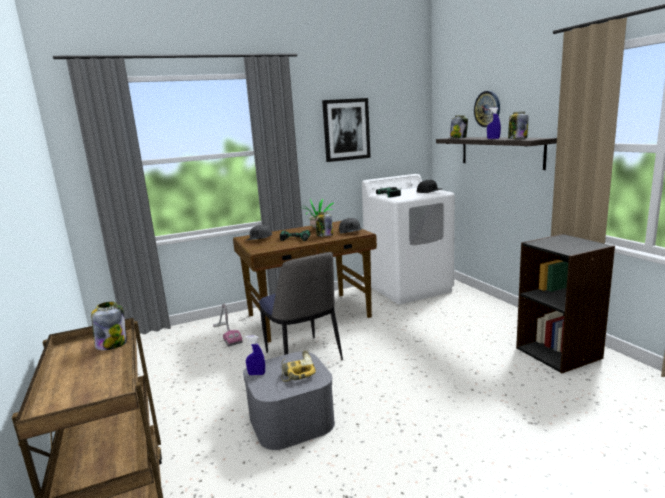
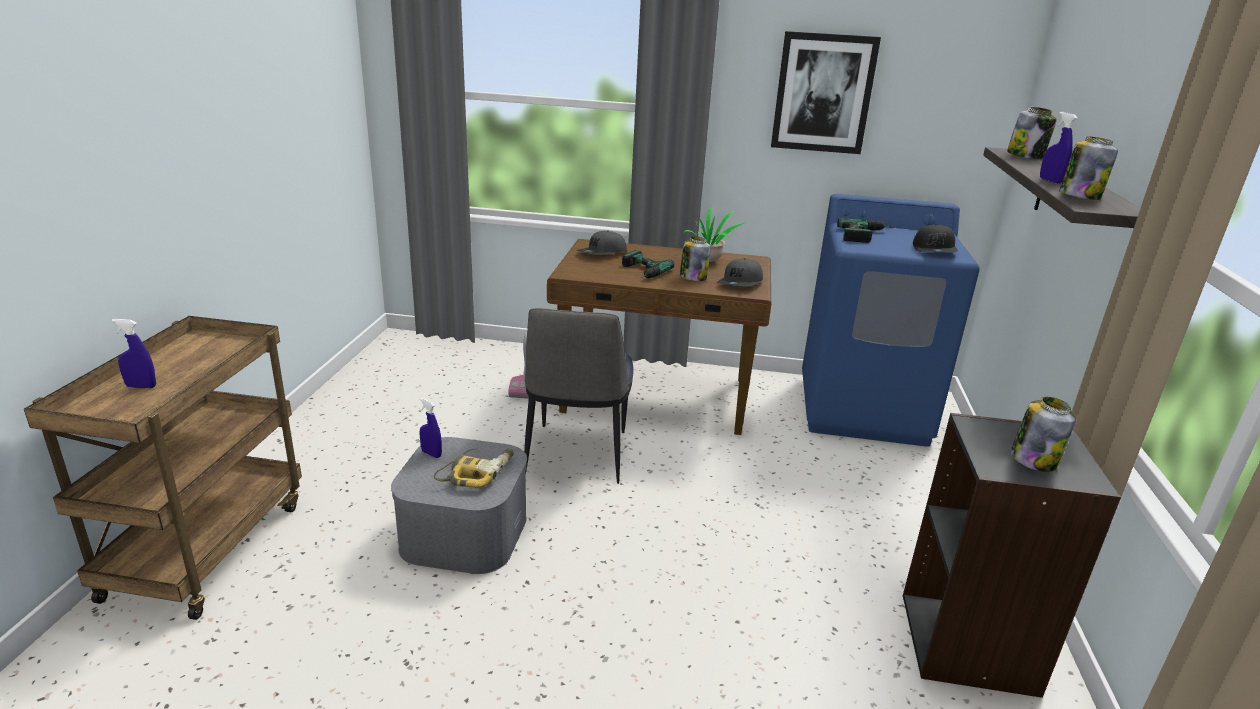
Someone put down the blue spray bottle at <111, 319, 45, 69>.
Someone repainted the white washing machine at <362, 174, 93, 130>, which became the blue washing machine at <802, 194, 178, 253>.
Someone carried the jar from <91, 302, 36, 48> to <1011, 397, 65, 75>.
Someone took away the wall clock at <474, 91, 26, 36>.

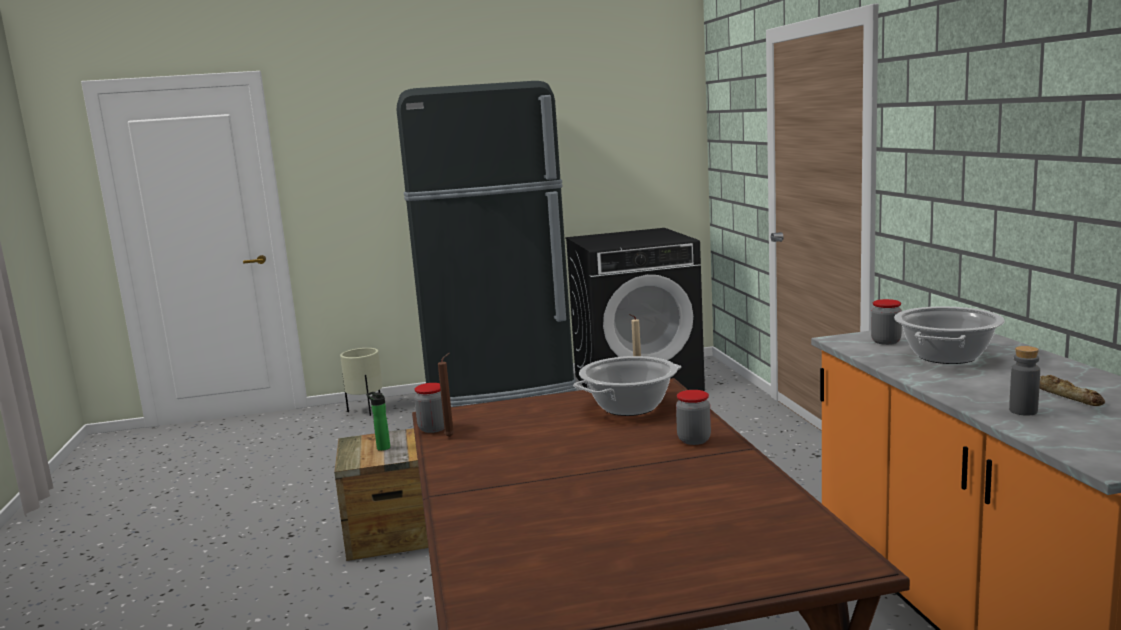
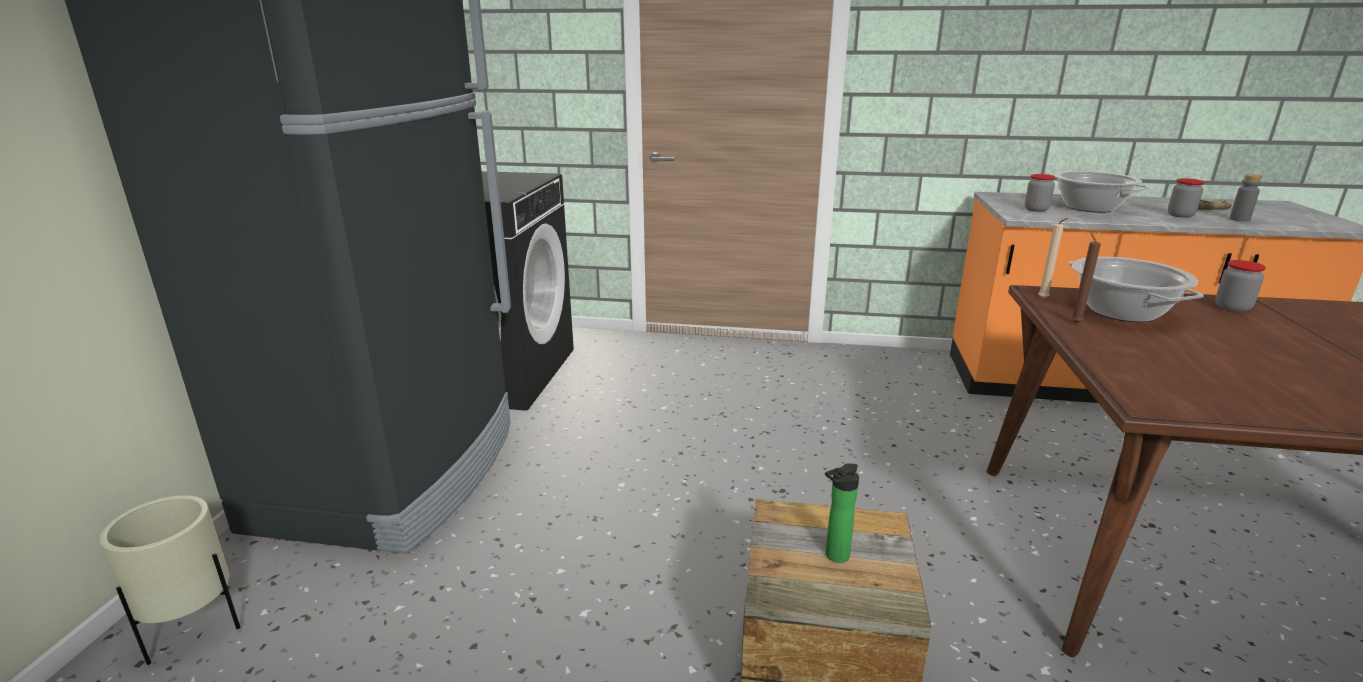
Someone carried the brown candle from <438, 353, 17, 84> to <1071, 231, 30, 92>.
Someone carried the jar from <414, 383, 30, 50> to <1168, 178, 36, 40>.

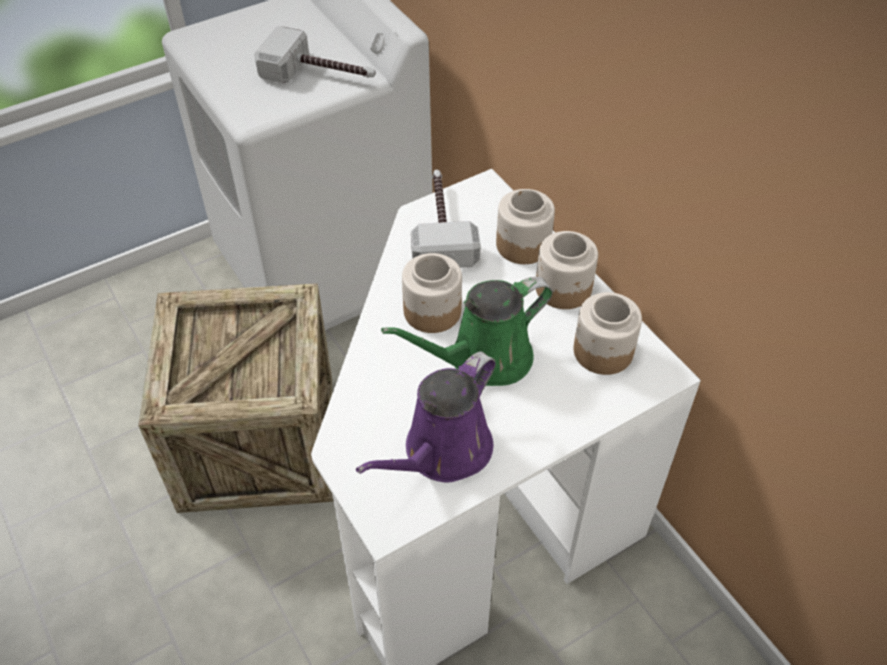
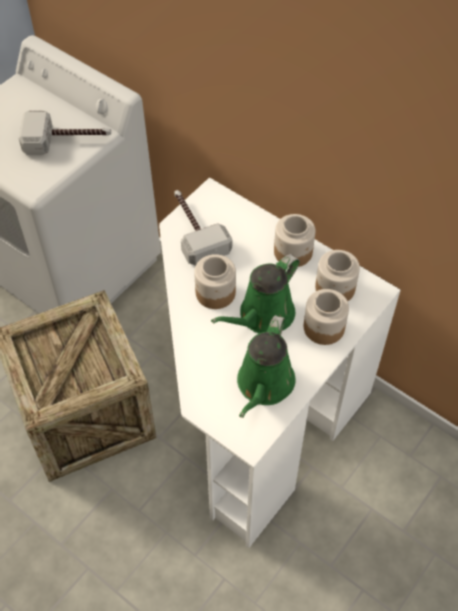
Someone repainted the purple watering can at <356, 351, 140, 131>, which became the green watering can at <237, 315, 59, 103>.
Someone carried the jar from <496, 189, 59, 75> to <304, 289, 45, 56>.

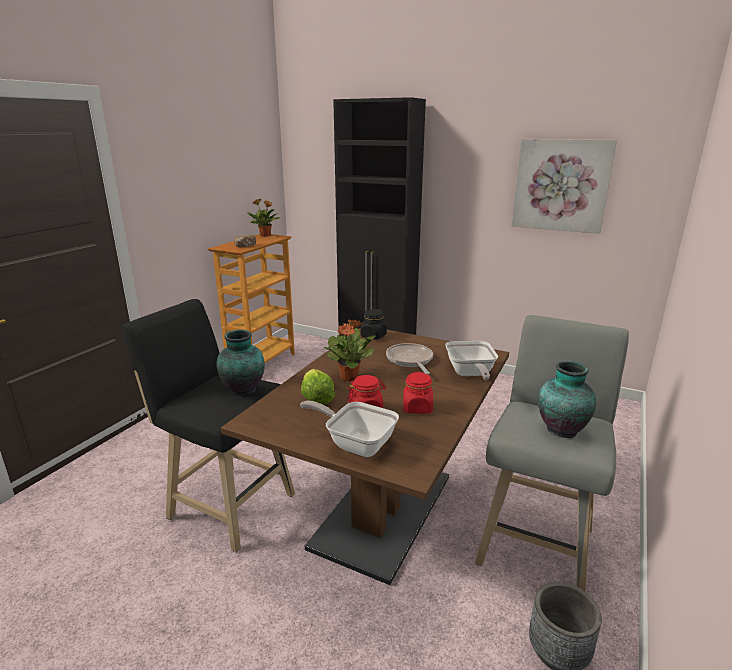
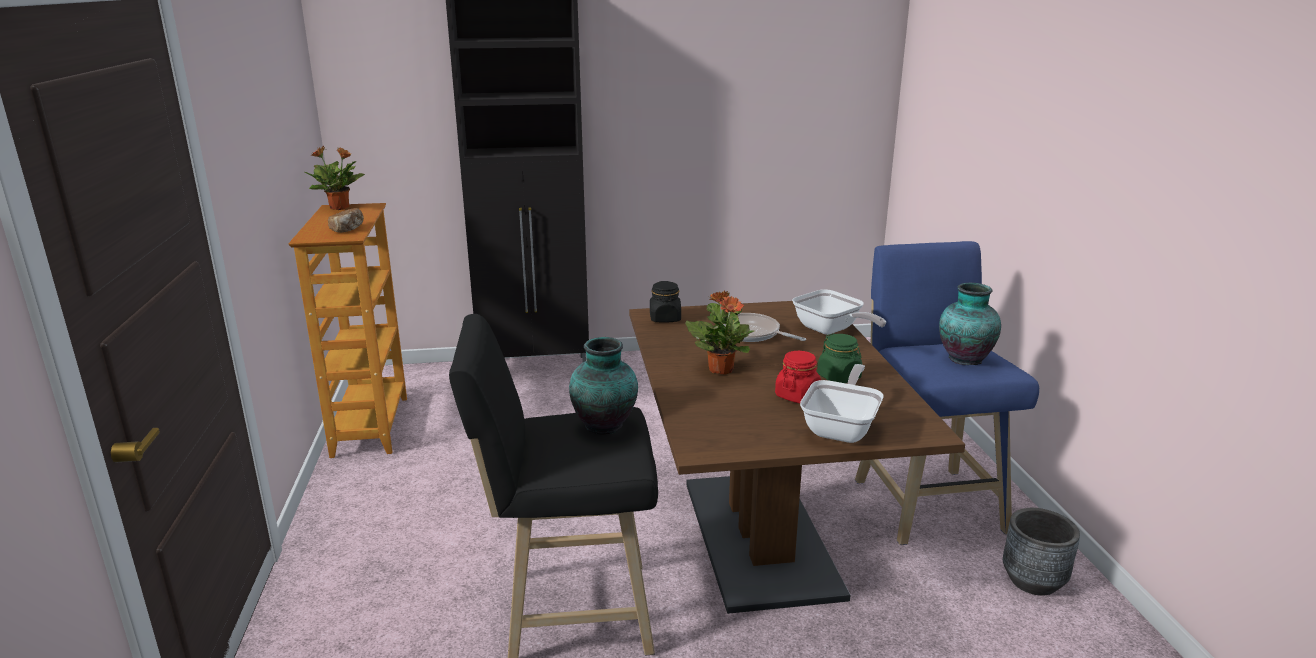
Someone rotated the frying pan at <300, 401, 99, 56> by 120 degrees clockwise.
Someone repainted the red jar at <403, 372, 30, 42>, which became the green jar at <817, 333, 45, 50>.
Someone repainted the grey stool at <475, 315, 154, 277>, which became the blue stool at <855, 241, 184, 304>.
Someone took away the lettuce at <301, 369, 34, 36>.
Someone took away the picture at <512, 139, 105, 95>.

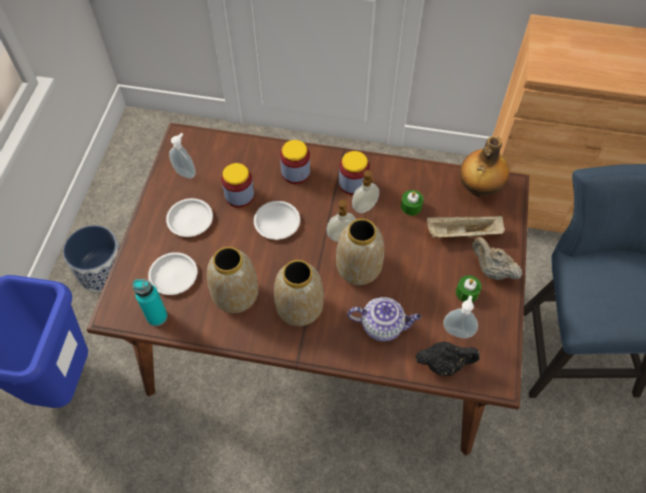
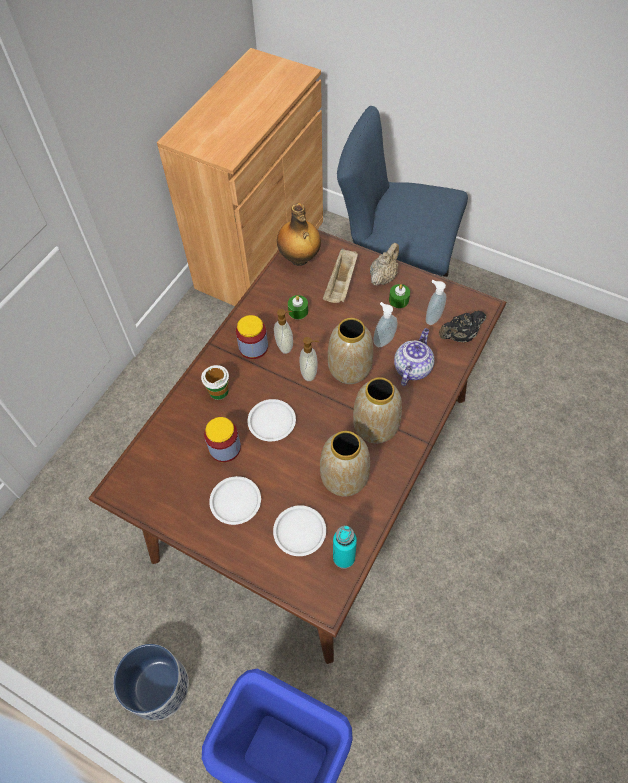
Someone swapped the jar at <280, 140, 30, 44> for the cup at <201, 365, 28, 35>.
Someone rotated the beige teapot at <472, 237, 50, 43> by 150 degrees clockwise.
Someone carried the soap dispenser from <169, 133, 27, 46> to <373, 302, 24, 45>.
Someone rotated the black teapot at <416, 342, 64, 34> by 135 degrees counterclockwise.

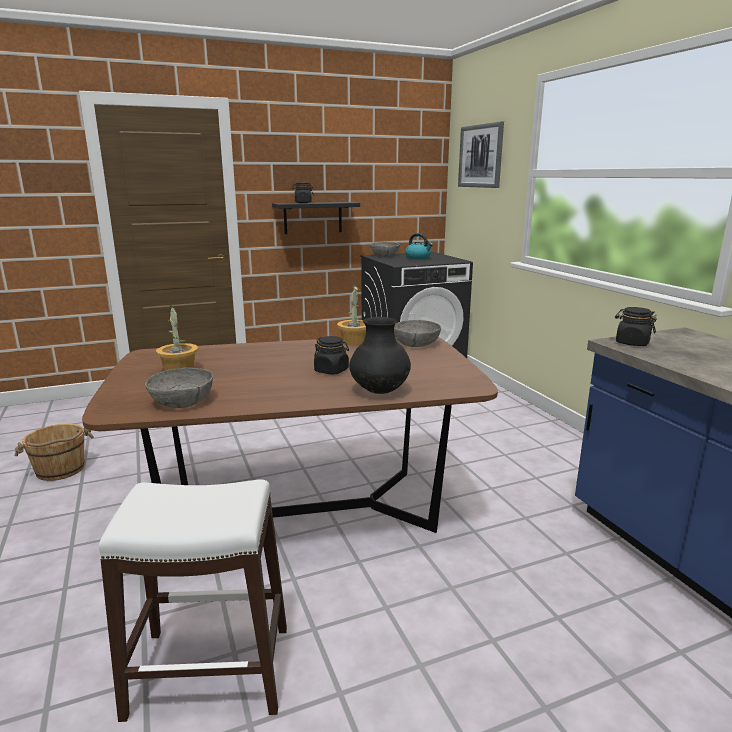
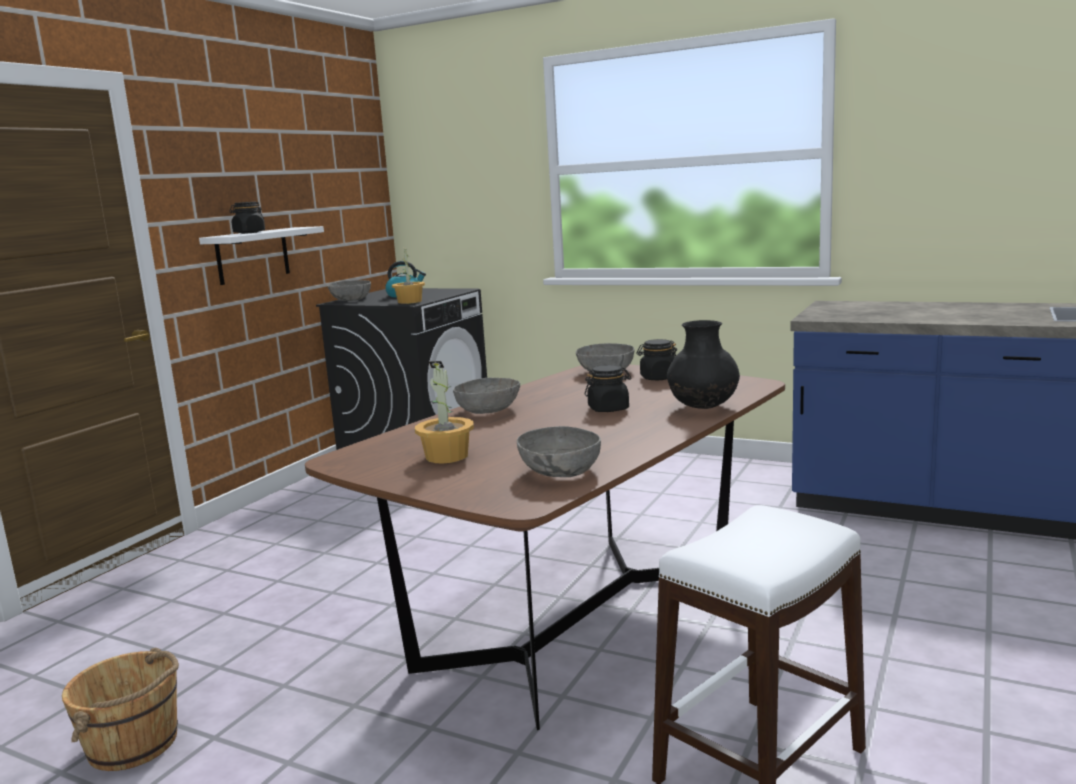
Someone repainted the black shelf at <272, 202, 88, 32>, which became the white shelf at <199, 226, 125, 59>.
Someone carried the potted plant from <337, 285, 29, 61> to <392, 249, 33, 55>.
Someone put down the grey bowl at <453, 378, 67, 36>.
Someone carried the black jar from <615, 307, 42, 39> to <636, 339, 41, 41>.
Someone took away the picture at <458, 121, 46, 67>.

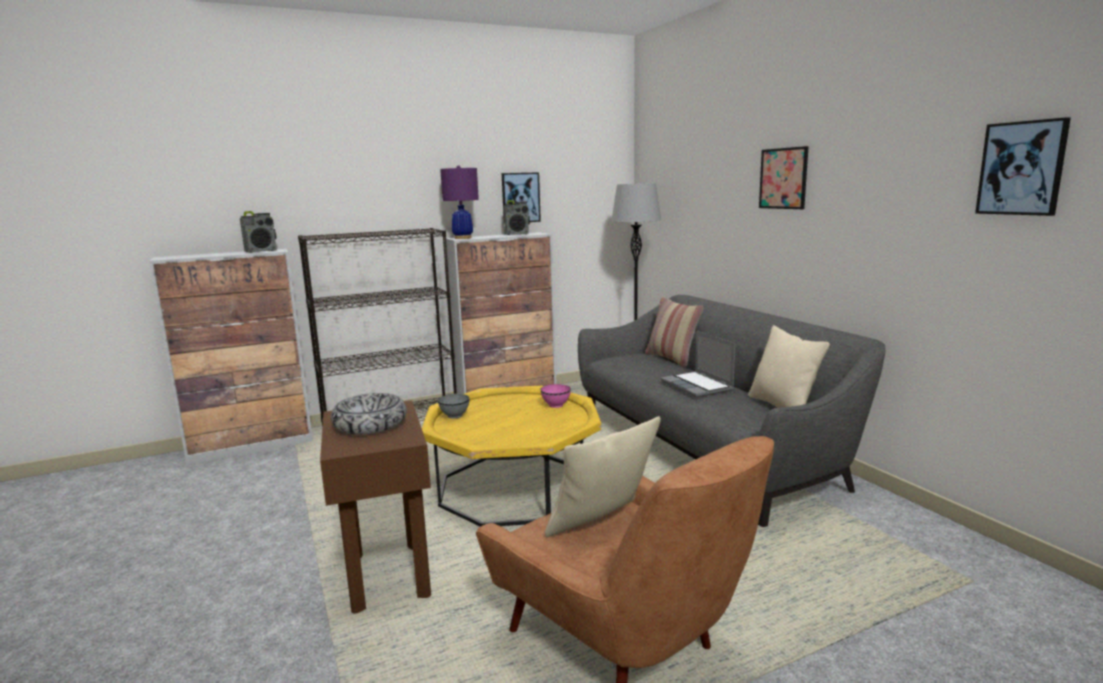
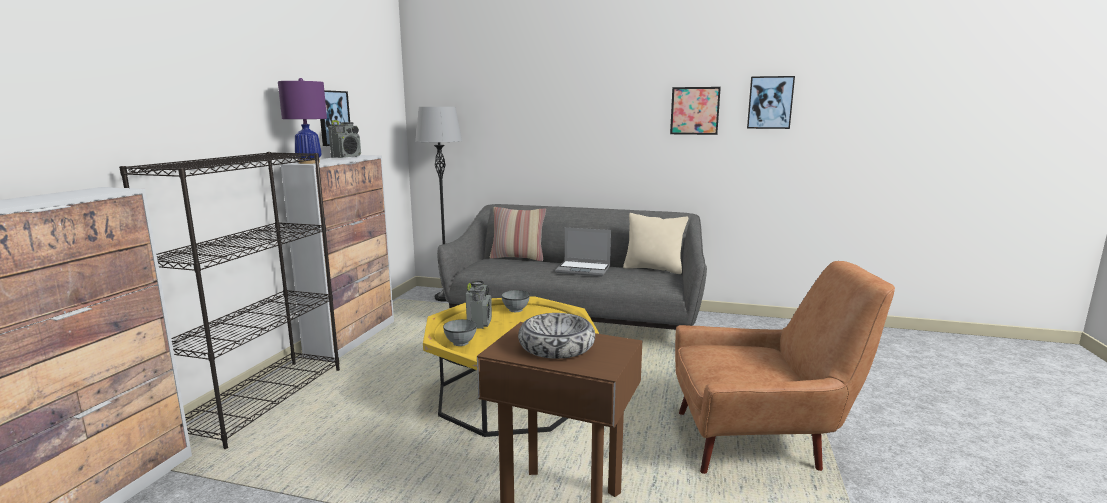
Someone carried the radio from <240, 211, 36, 42> to <466, 280, 26, 49>.
Someone repainted the pink bowl at <541, 384, 30, 24>, which became the grey bowl at <501, 290, 29, 22>.
Someone carried the picture from <759, 146, 50, 63> to <670, 87, 51, 48>.
Someone took away the beige pillow at <545, 416, 116, 121>.

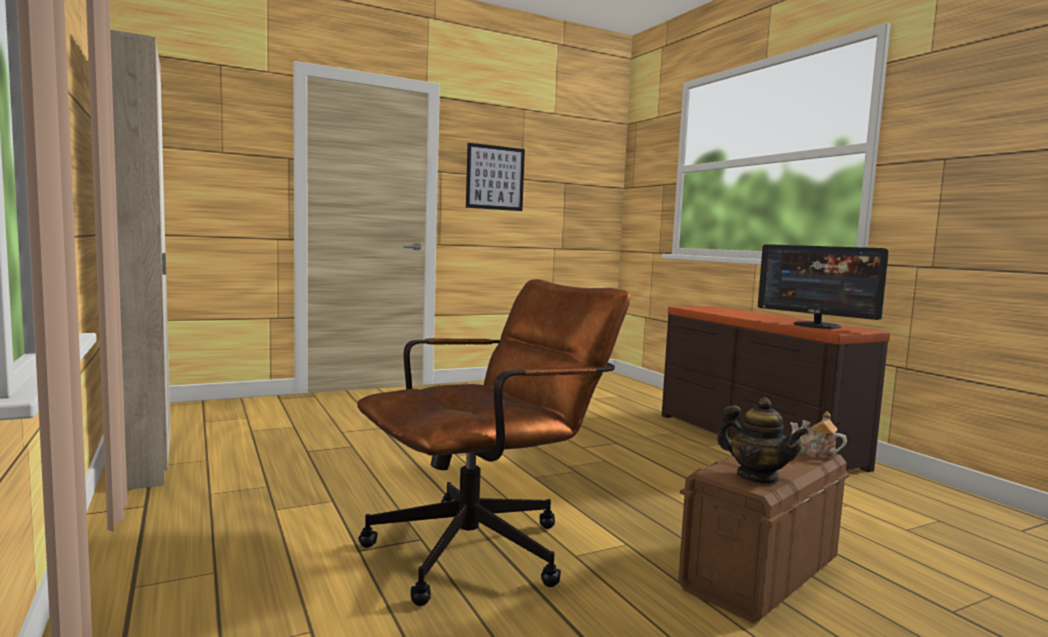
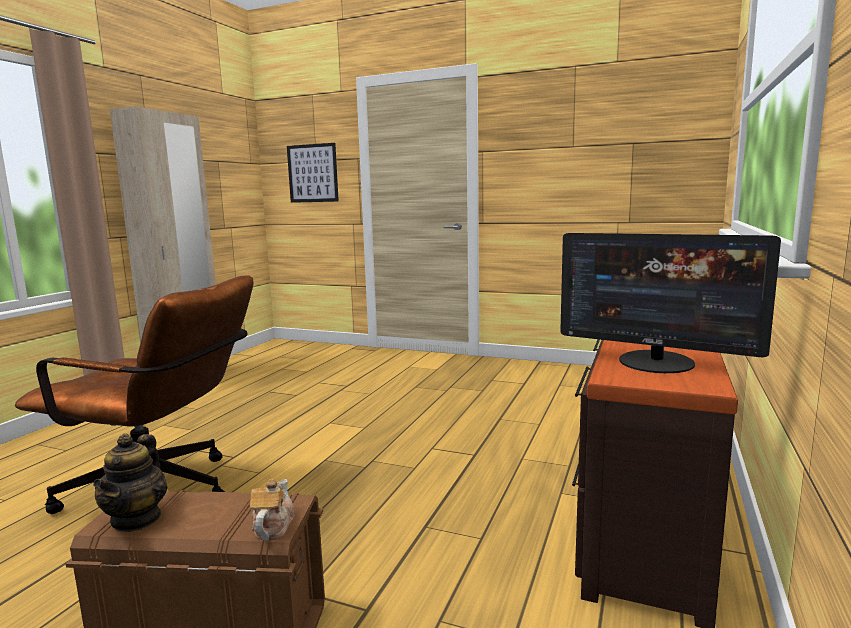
Someone carried the picture from <466, 143, 59, 68> to <287, 143, 52, 60>.
Someone rotated the monitor at <758, 244, 131, 85> by 60 degrees counterclockwise.

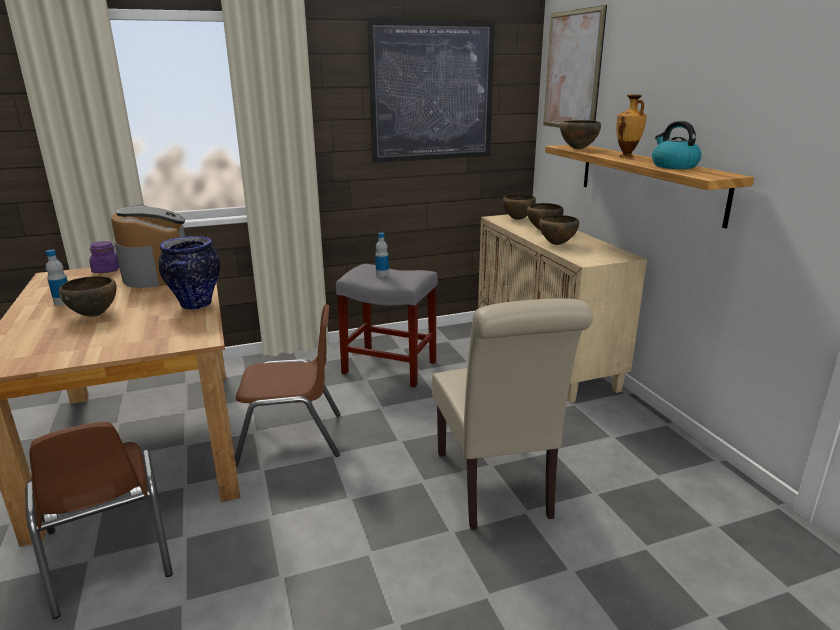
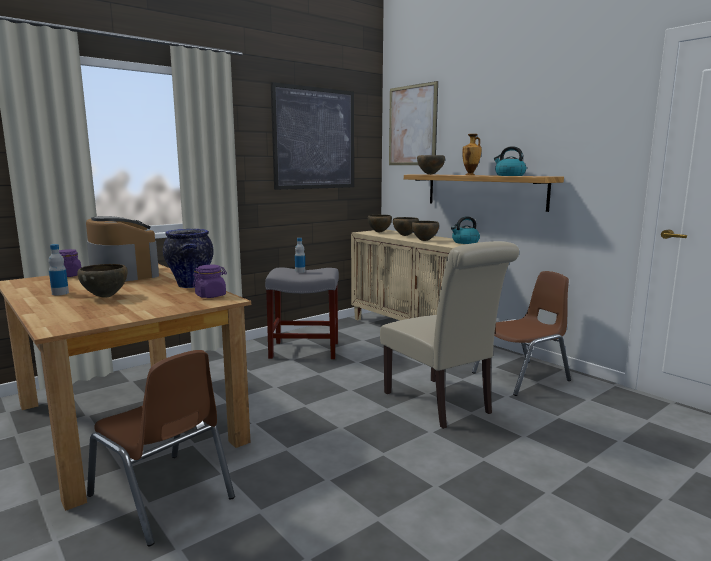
Someone put down the purple jar at <193, 265, 34, 33>.
Someone put down the kettle at <451, 216, 29, 28>.
Someone carried the brown chair from <235, 304, 105, 162> to <472, 271, 99, 125>.

